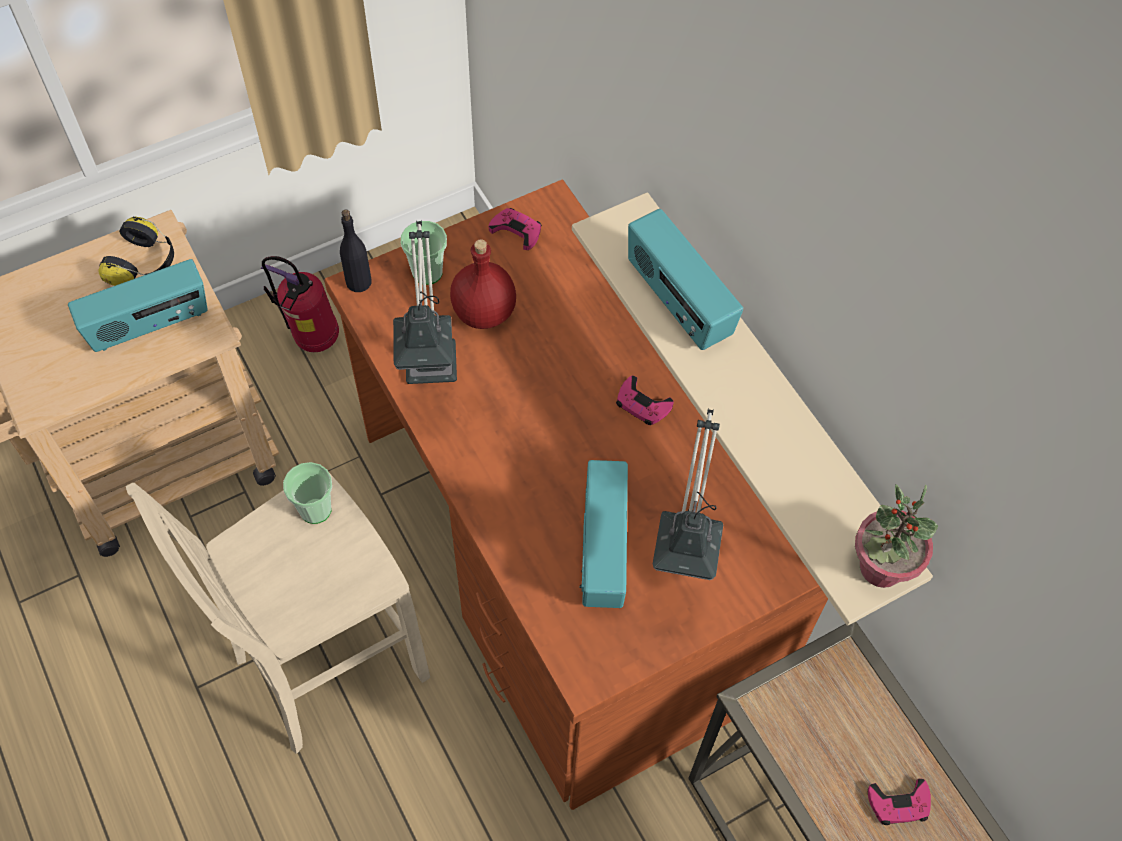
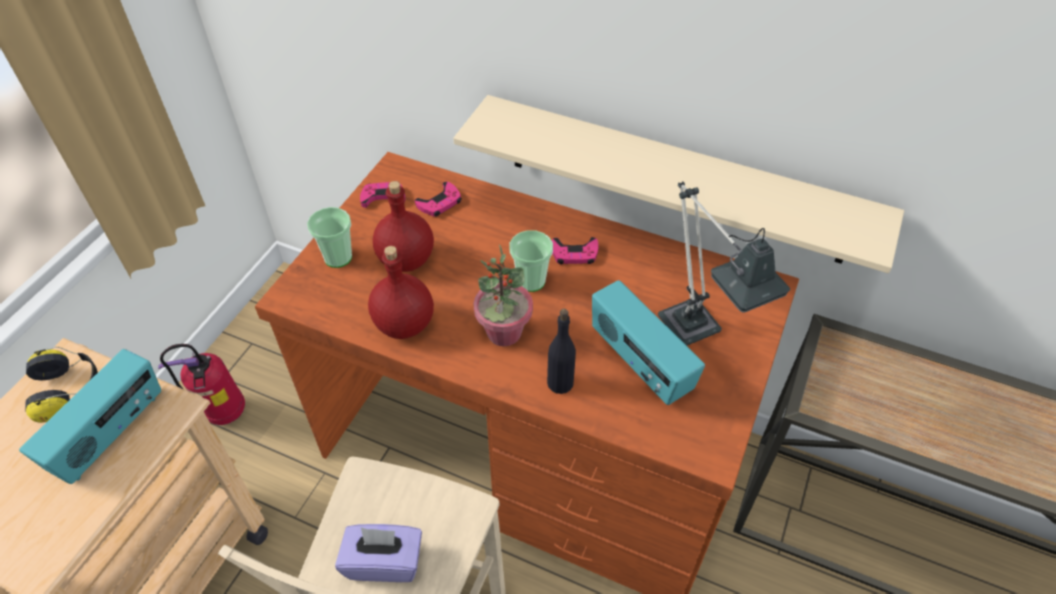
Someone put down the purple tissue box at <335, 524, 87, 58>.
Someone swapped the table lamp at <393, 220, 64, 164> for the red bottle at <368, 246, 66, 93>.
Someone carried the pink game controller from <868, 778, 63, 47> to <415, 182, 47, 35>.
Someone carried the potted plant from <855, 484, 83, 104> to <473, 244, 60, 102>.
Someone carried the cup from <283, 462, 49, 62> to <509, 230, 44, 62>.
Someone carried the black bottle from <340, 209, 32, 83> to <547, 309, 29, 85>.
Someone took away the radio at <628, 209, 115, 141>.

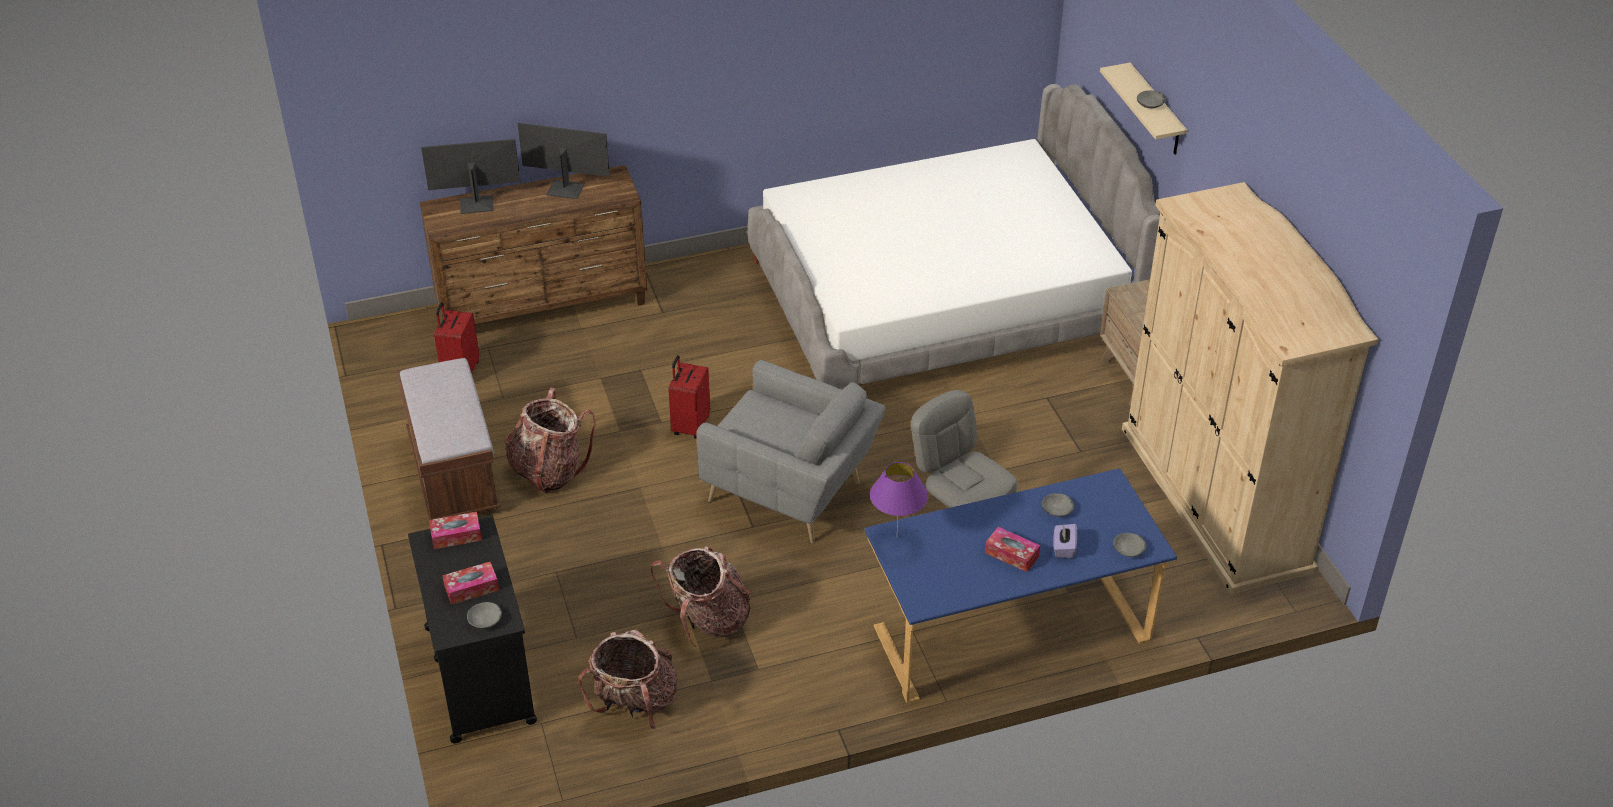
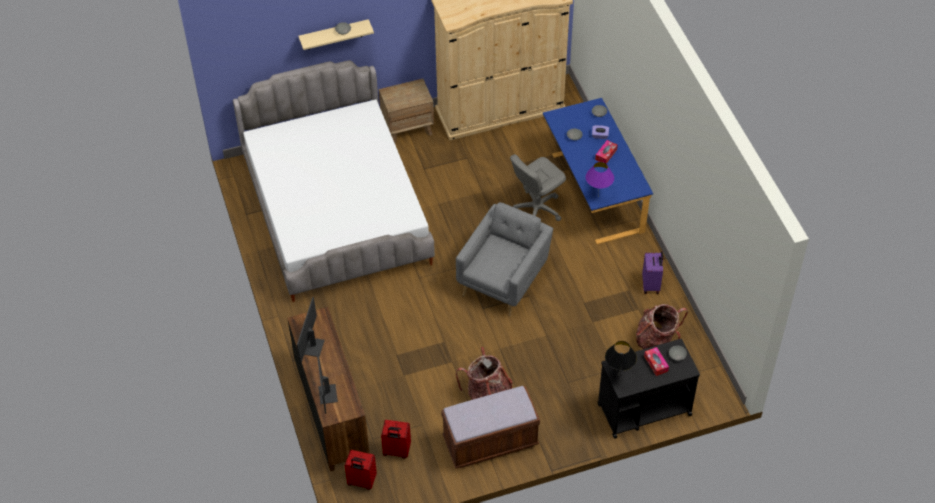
Someone carried the red suitcase from <668, 355, 42, 84> to <345, 450, 32, 40>.
Someone swapped the tissue box at <429, 512, 53, 37> for the black table lamp at <605, 341, 32, 35>.
Someone put down the purple suitcase at <642, 251, 21, 43>.
Someone took away the backpack at <651, 546, 100, 101>.

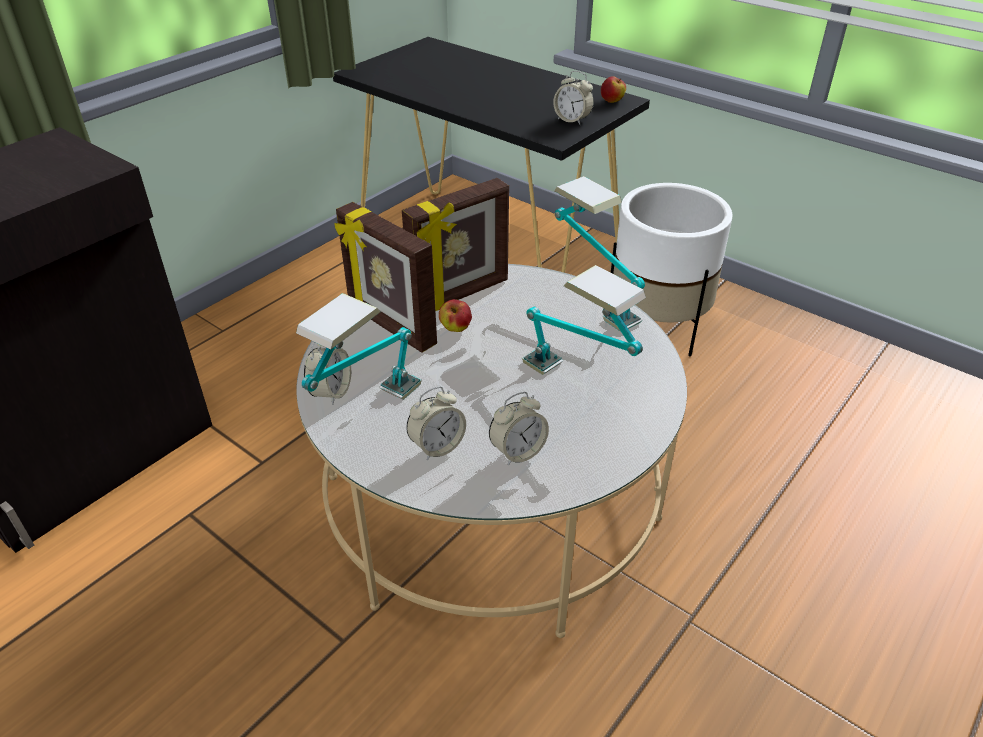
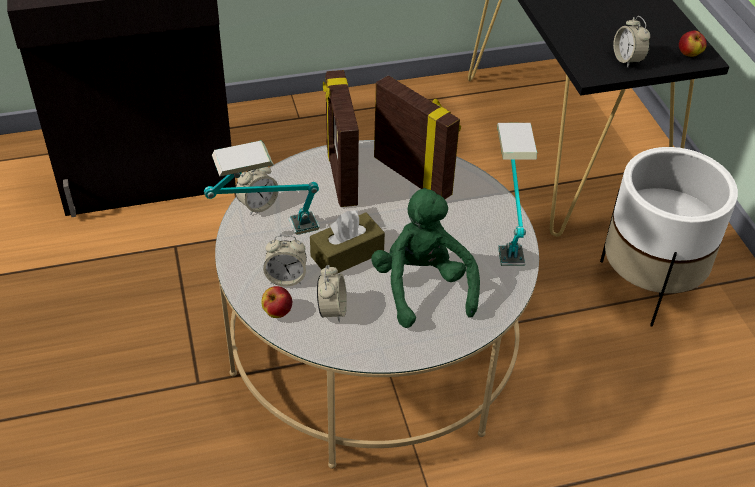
Someone carried the apple from <439, 299, 33, 33> to <261, 286, 31, 32>.
Someone put down the brown tissue box at <310, 211, 75, 64>.
Someone rotated the alarm clock at <489, 392, 60, 73> by 90 degrees counterclockwise.
Someone swapped the table lamp at <522, 265, 124, 110> for the green plush toy at <371, 188, 109, 140>.
Someone rotated the picture frame at <402, 178, 107, 133> by 135 degrees counterclockwise.

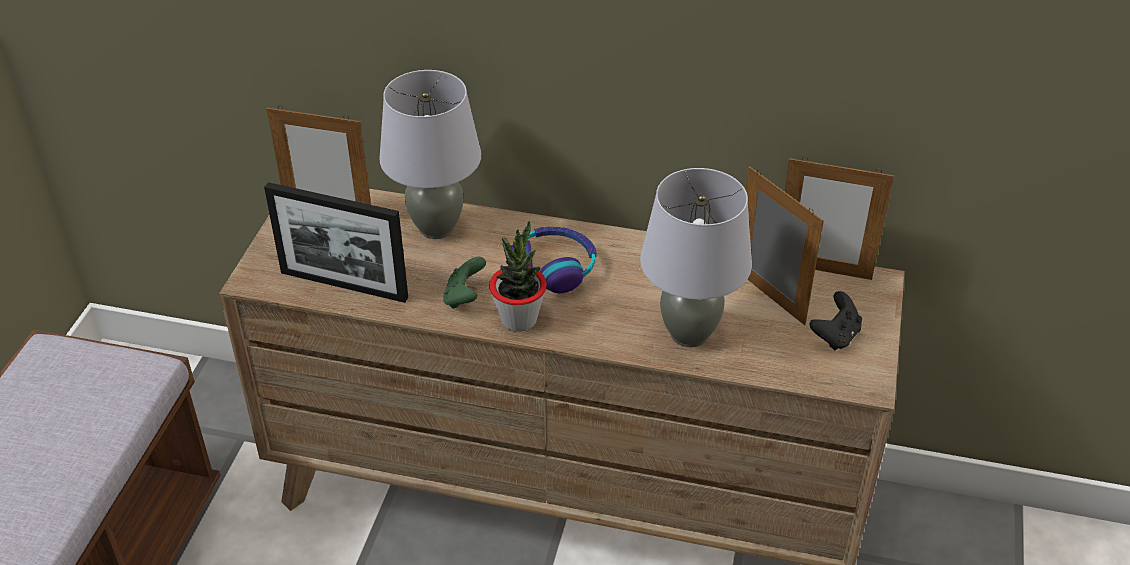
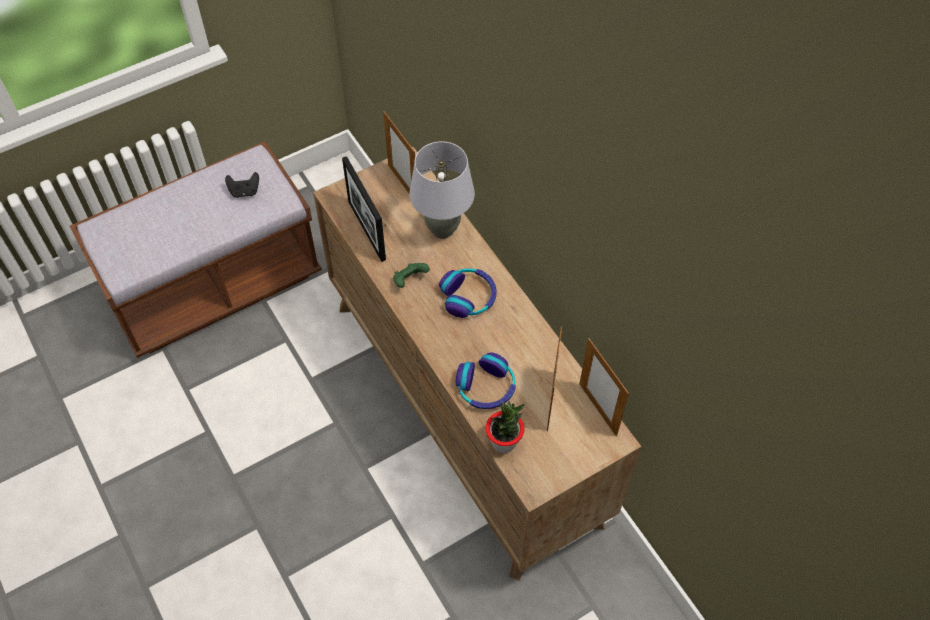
Someone carried the black game controller from <809, 291, 53, 59> to <225, 172, 34, 26>.
Someone swapped the grey table lamp at <640, 168, 112, 179> for the headphones at <456, 352, 60, 57>.
Someone carried the potted plant from <489, 221, 58, 111> to <486, 401, 39, 52>.

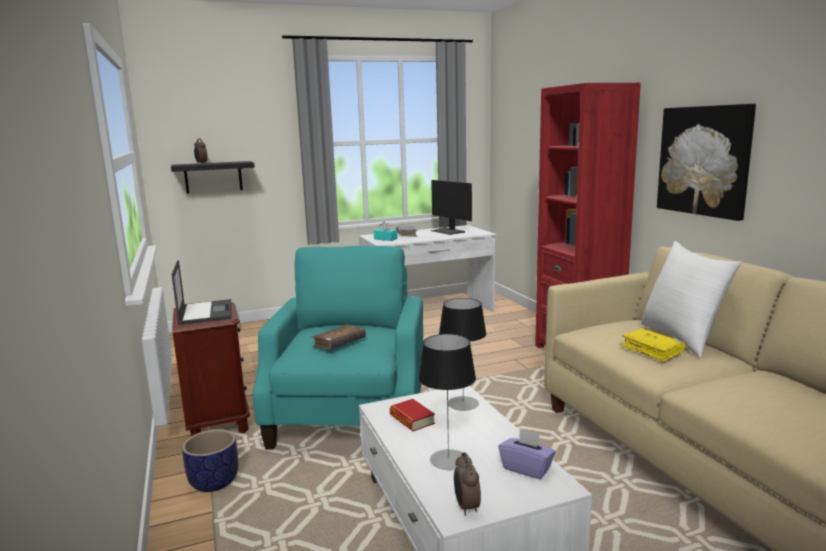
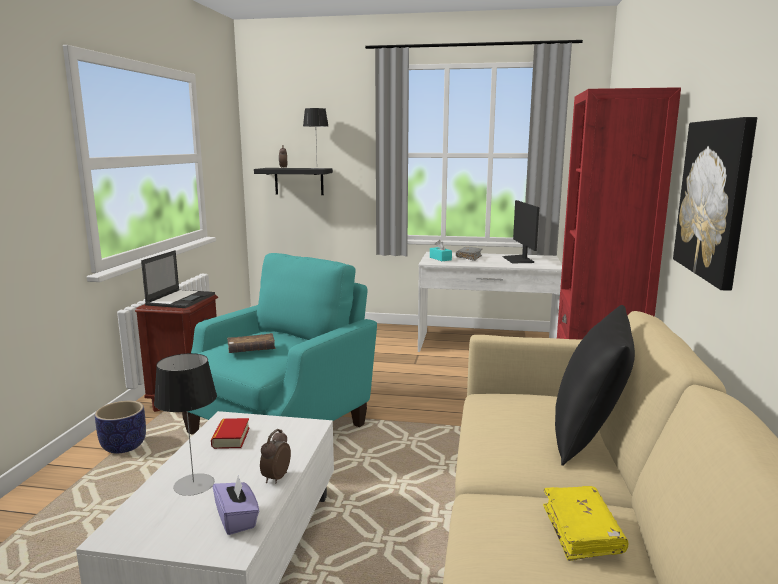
Someone carried the alarm clock from <454, 452, 27, 64> to <260, 429, 31, 55>.
Someone carried the table lamp from <439, 298, 48, 113> to <303, 108, 25, 61>.
Someone carried the yellow book from <621, 328, 64, 34> to <543, 486, 85, 75>.
Someone repainted the white pillow at <641, 241, 101, 117>, which became the black pillow at <555, 305, 80, 161>.

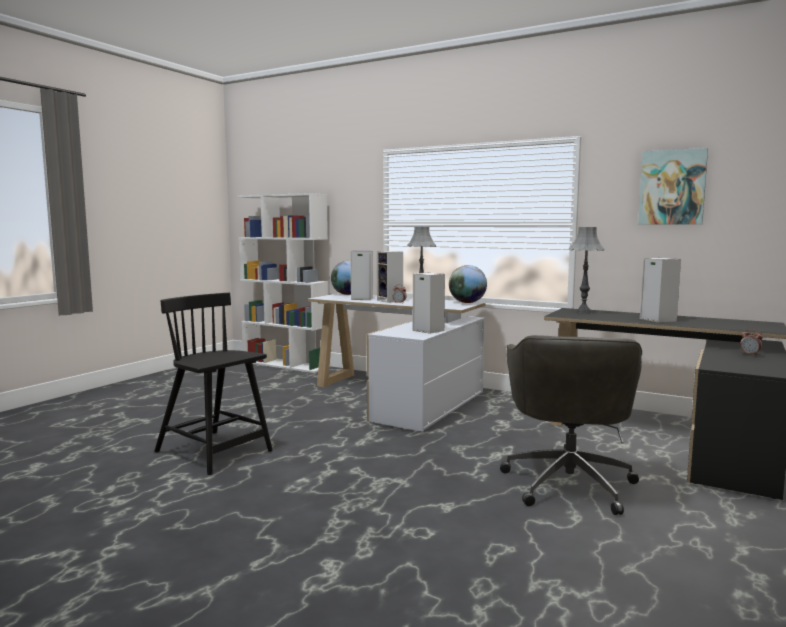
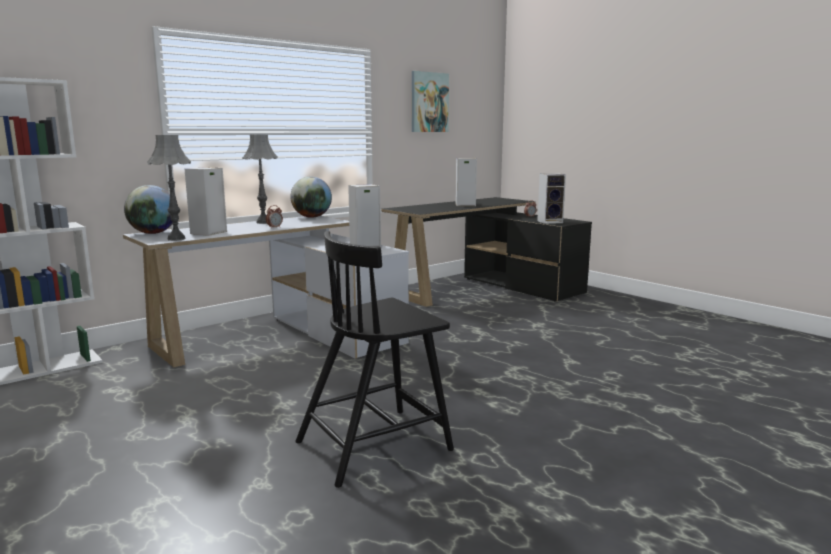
Someone carried the grey table lamp from <569, 227, 35, 87> to <147, 135, 44, 106>.
Someone carried the speaker from <377, 251, 26, 52> to <537, 173, 29, 51>.
Someone took away the grey office chair at <500, 335, 142, 180>.

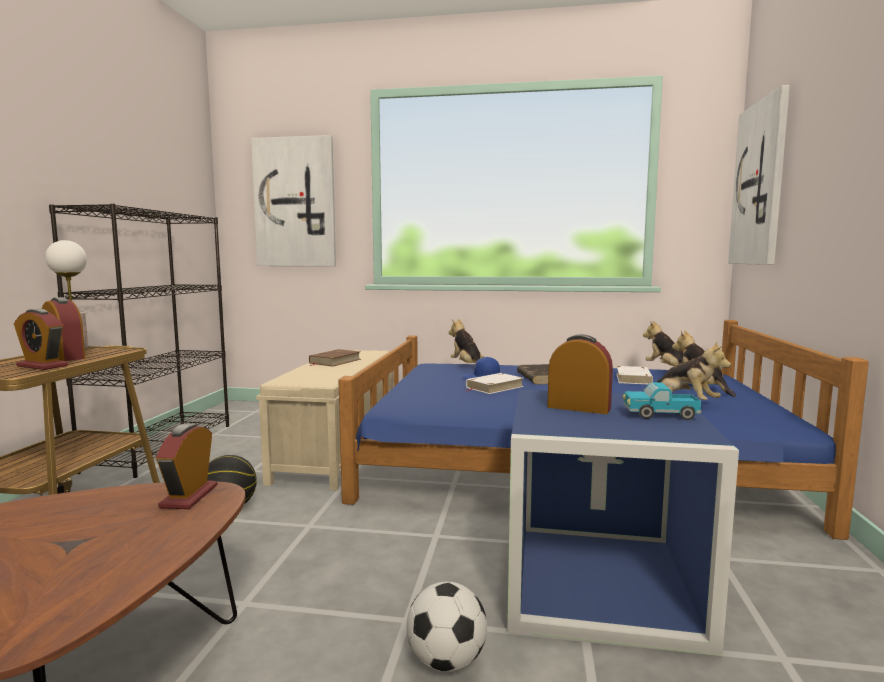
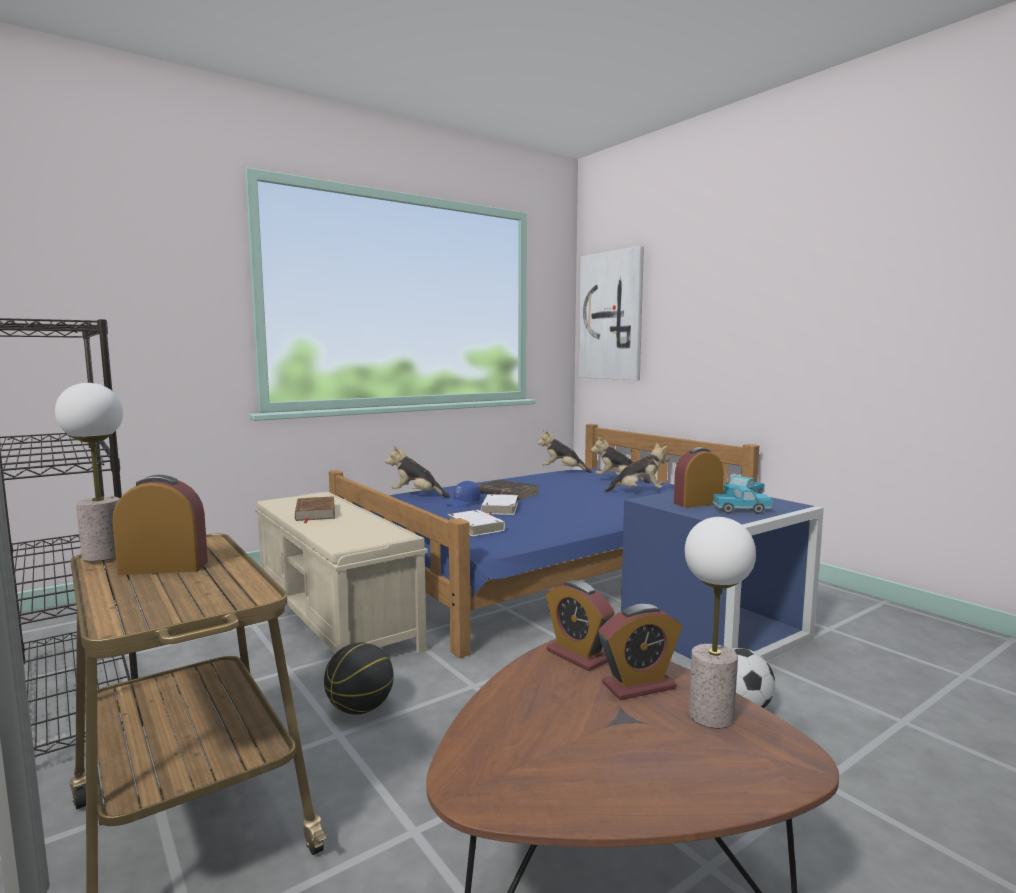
Someone carried the white book from <616, 366, 37, 18> to <448, 510, 57, 26>.
Someone carried the alarm clock from <14, 309, 54, 61> to <599, 604, 83, 96>.
Someone put down the table lamp at <685, 517, 71, 211>.
Someone put down the toy truck at <713, 486, 60, 28>.
Someone took away the picture at <251, 135, 85, 131>.

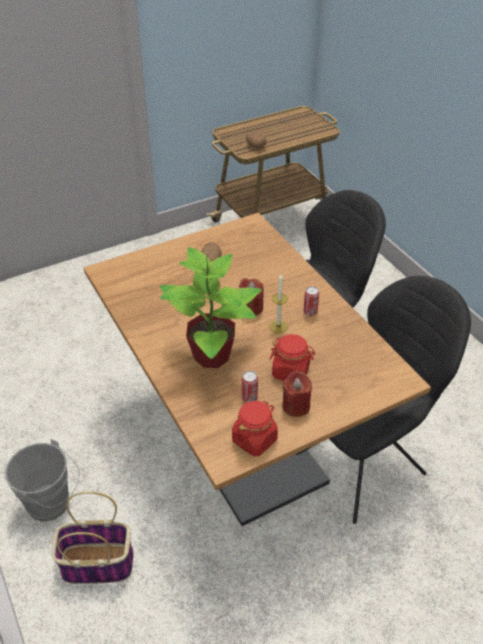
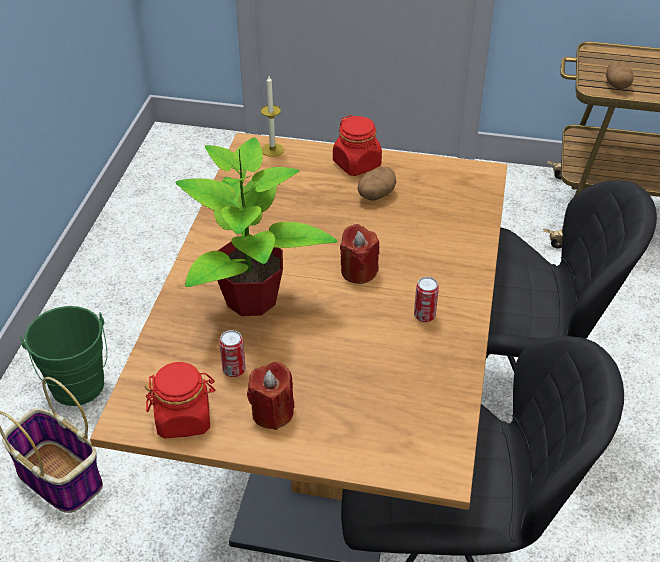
Someone repainted the grey bucket at <5, 439, 75, 83>, which became the green bucket at <20, 306, 87, 100>.
Someone carried the candle from <269, 274, 19, 59> to <261, 76, 23, 81>.
Someone carried the red jar from <270, 334, 45, 47> to <333, 115, 49, 61>.

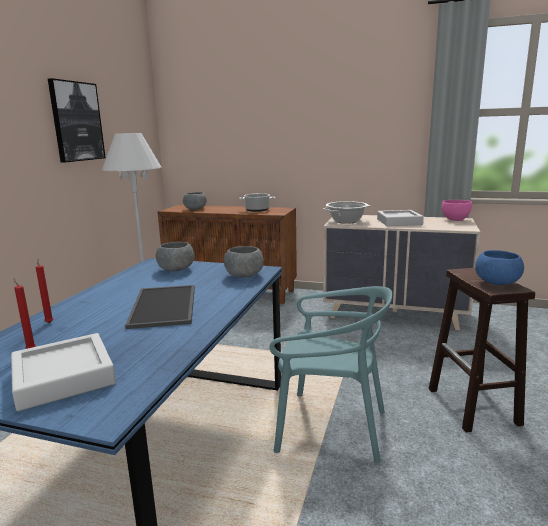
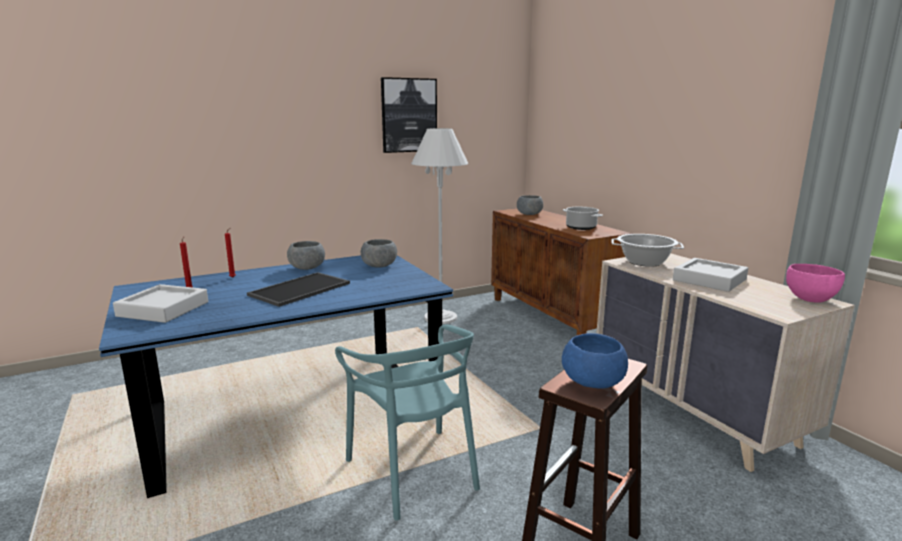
Someone carried the grey bowl from <224, 246, 40, 32> to <287, 241, 38, 29>.

